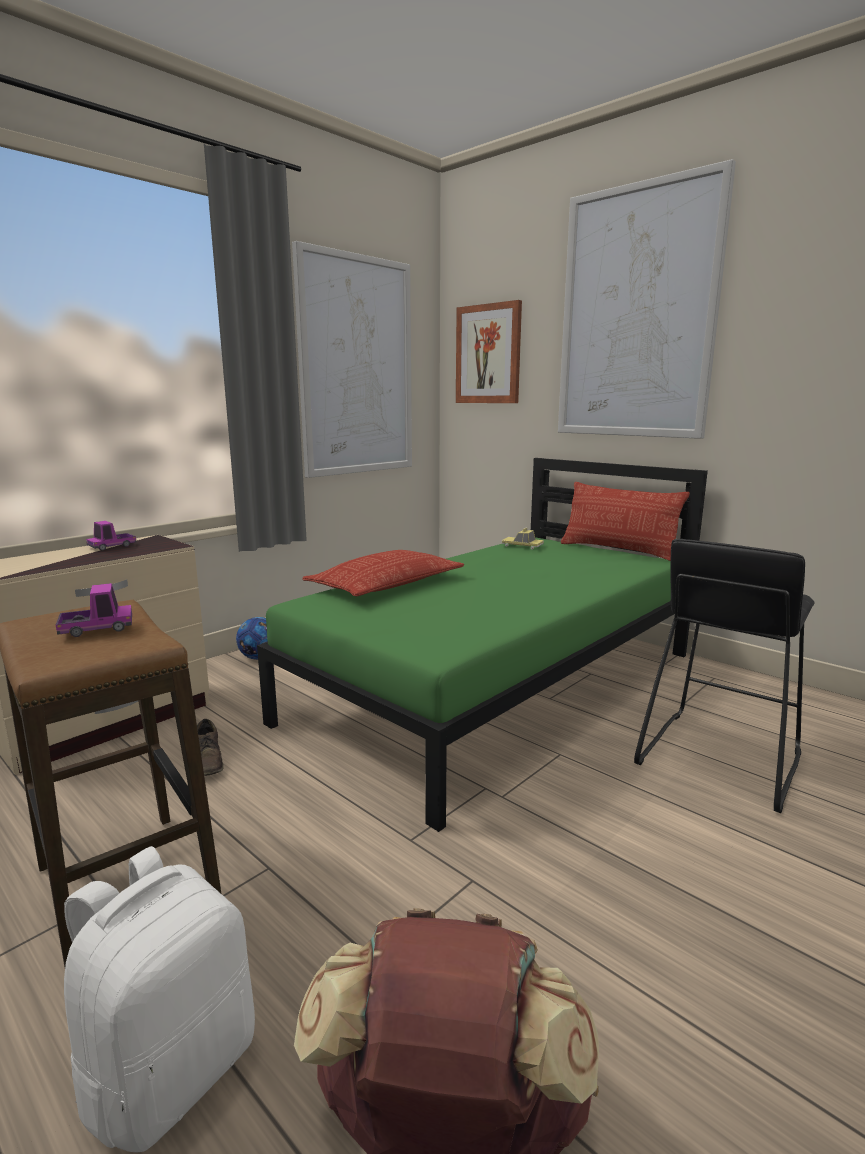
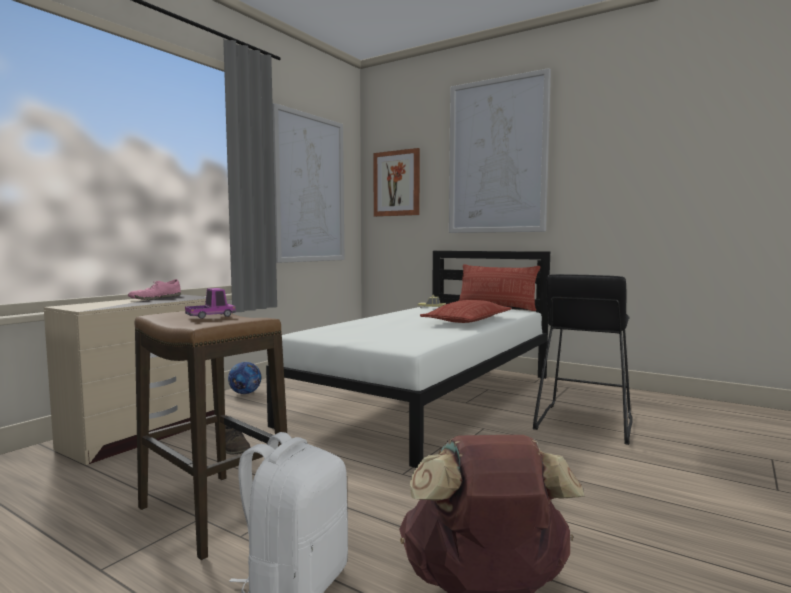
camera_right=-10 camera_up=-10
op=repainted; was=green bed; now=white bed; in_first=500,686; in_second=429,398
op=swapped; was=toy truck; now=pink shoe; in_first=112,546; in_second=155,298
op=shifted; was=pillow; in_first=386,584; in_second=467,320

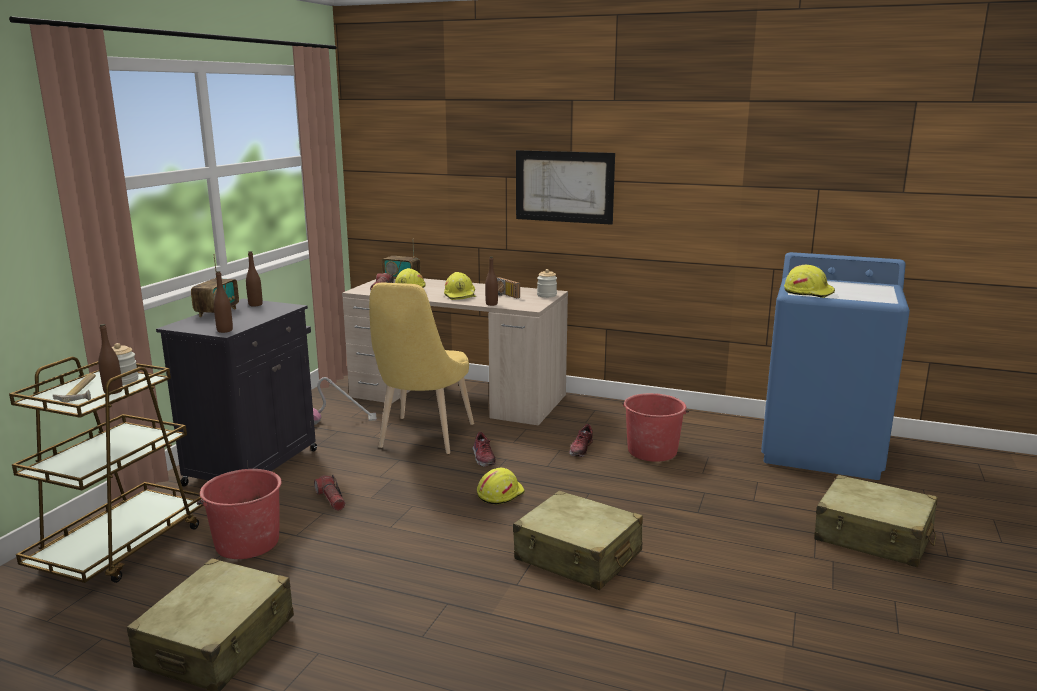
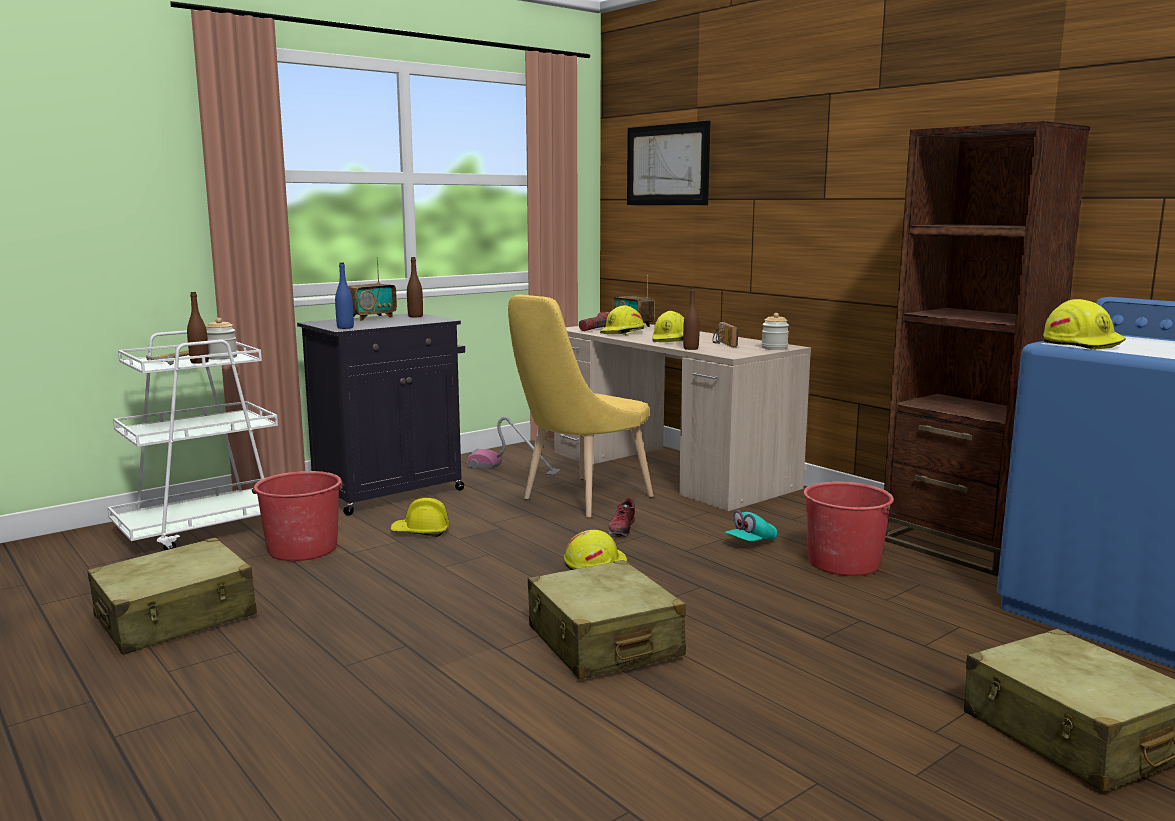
camera_right=30 camera_up=-5
op=shifted; was=picture; in_first=564,186; in_second=667,165
op=repainted; was=brown bottle; now=blue bottle; in_first=225,330; in_second=345,328
op=repainted; was=brown cart; now=white cart; in_first=121,547; in_second=207,529
op=swapped; was=shoe; now=turquoise cap; in_first=580,449; in_second=750,542
op=swapped; was=flashlight; now=yellow hard hat; in_first=331,499; in_second=420,532
op=new; now=brown bookcase; in_second=958,547

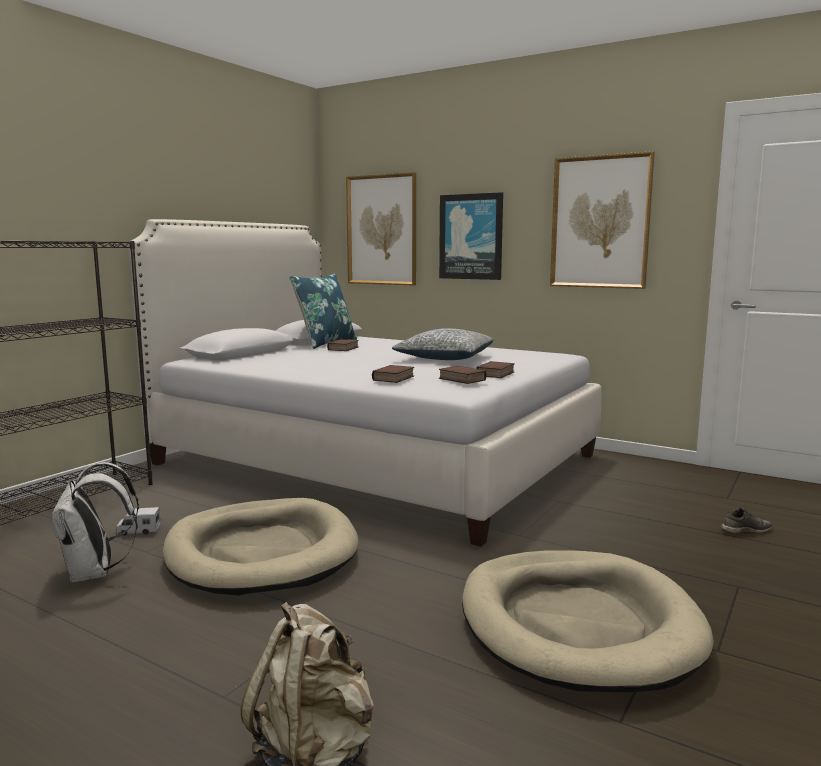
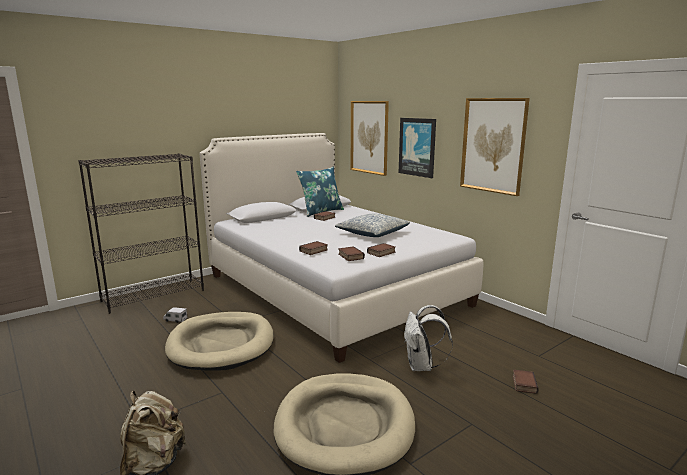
camera_right=20 camera_up=5
op=shifted; was=white backpack; in_first=95,573; in_second=422,366
op=swapped; was=grey shoe; now=book; in_first=745,530; in_second=523,384

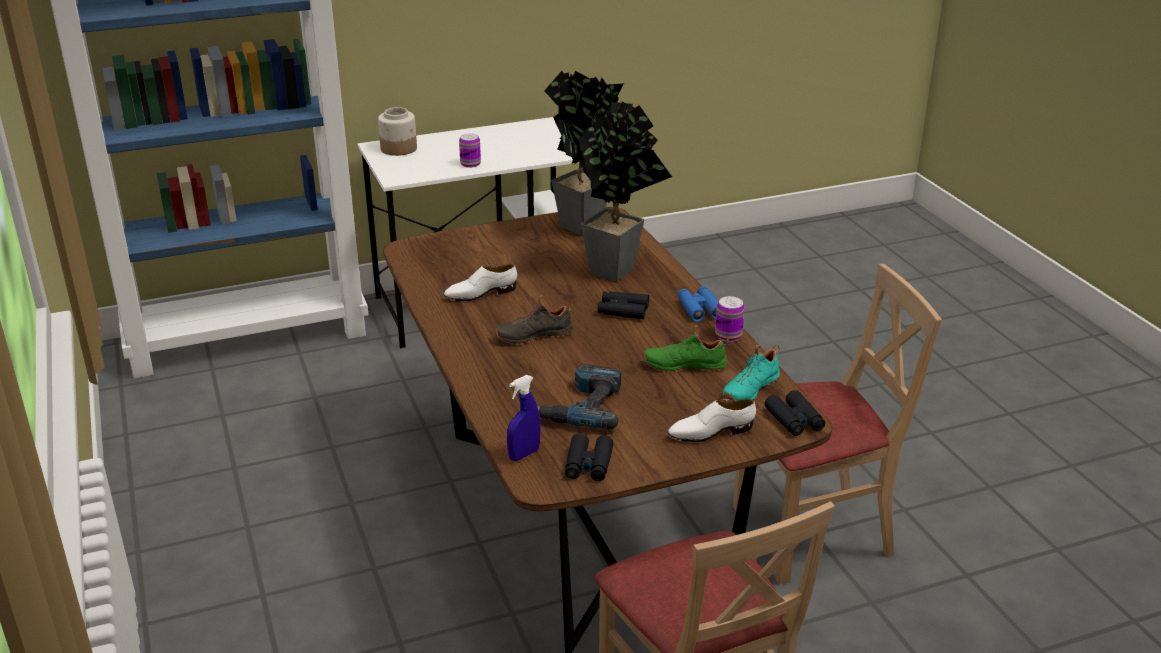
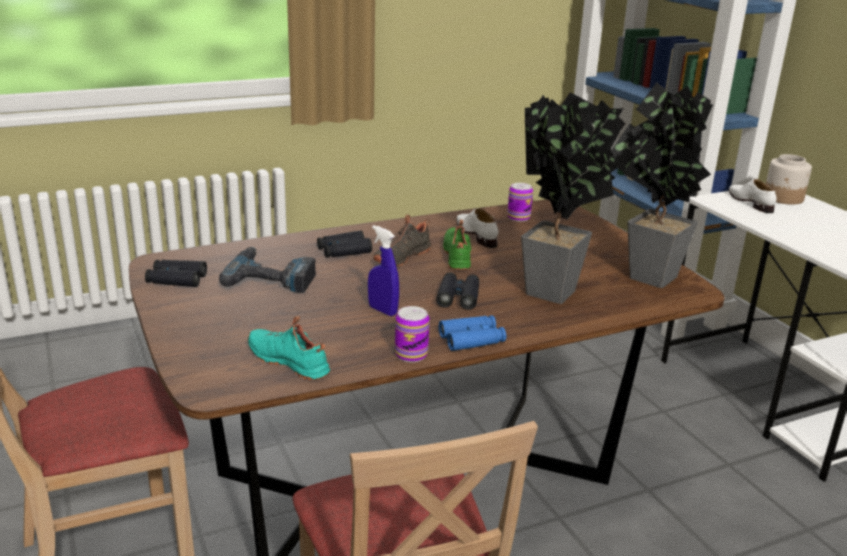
camera_right=85 camera_up=-5
op=shifted; was=can; in_first=470,164; in_second=518,217
op=rotated; was=black shoe; in_first=533,335; in_second=401,257; clockwise=-120
op=shifted; was=green shoe; in_first=684,364; in_second=458,256
op=shifted; was=blue spray bottle; in_first=524,454; in_second=382,310
op=shifted; was=black binoculars; in_first=794,420; in_second=344,251
op=shifted; was=white shoe; in_first=710,432; in_second=750,203

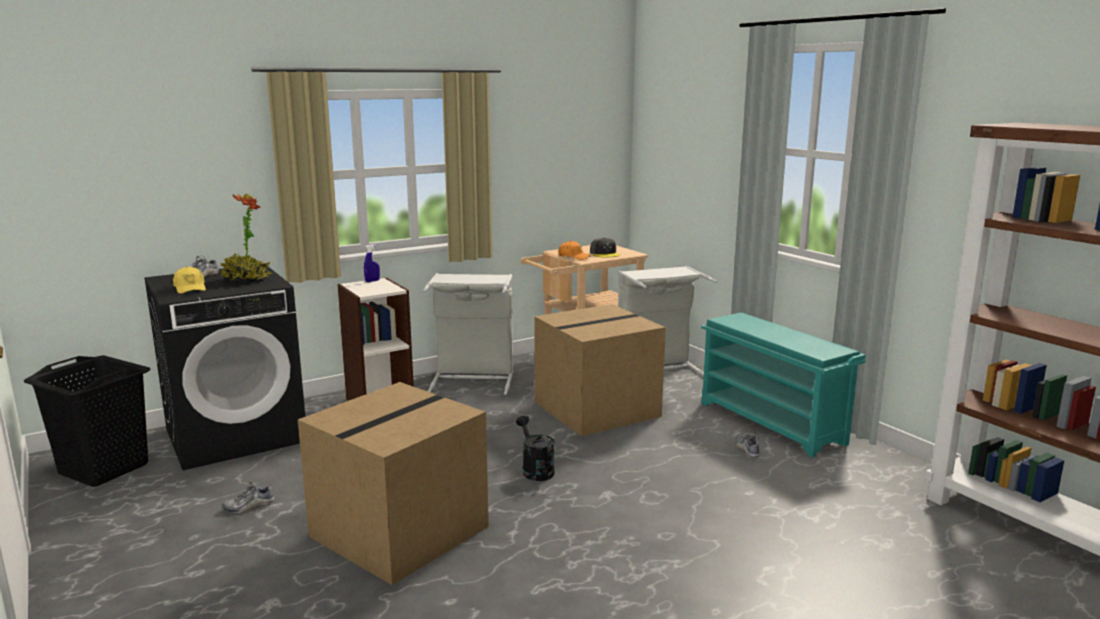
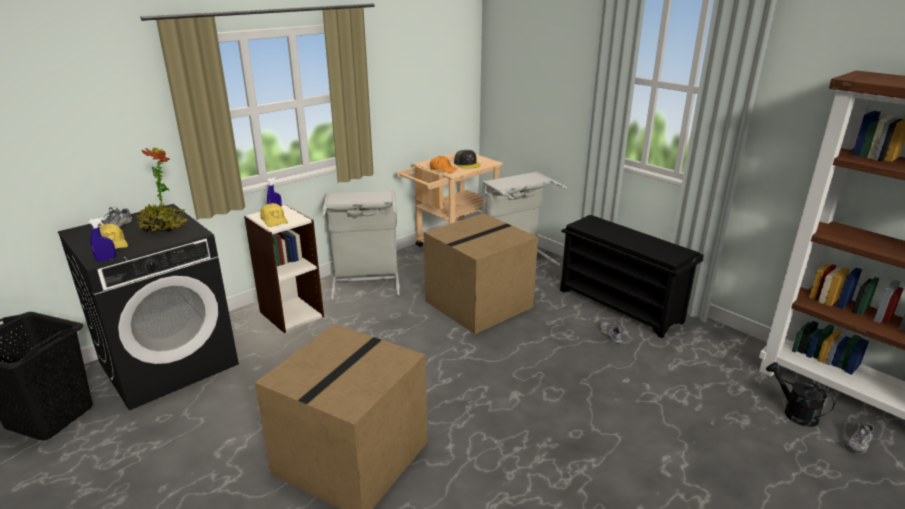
camera_right=-10 camera_up=10
op=repainted; was=turquoise shoe rack; now=black shoe rack; in_first=772,423; in_second=621,306
op=shifted; was=black watering can; in_first=535,469; in_second=794,412
op=shifted; was=shoe; in_first=249,506; in_second=858,443
op=new; now=yellow cap; in_second=274,220
op=new; now=blue spray bottle; in_second=106,260

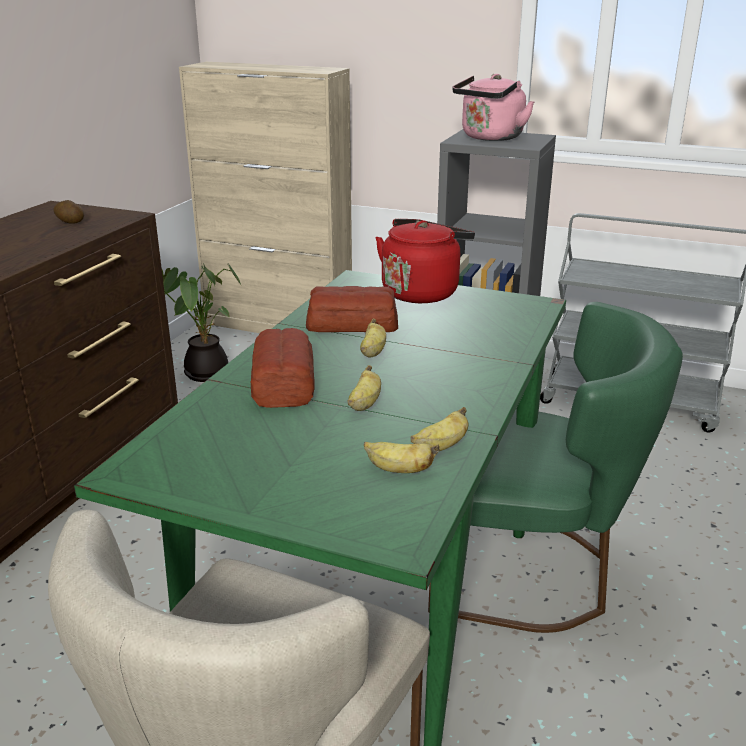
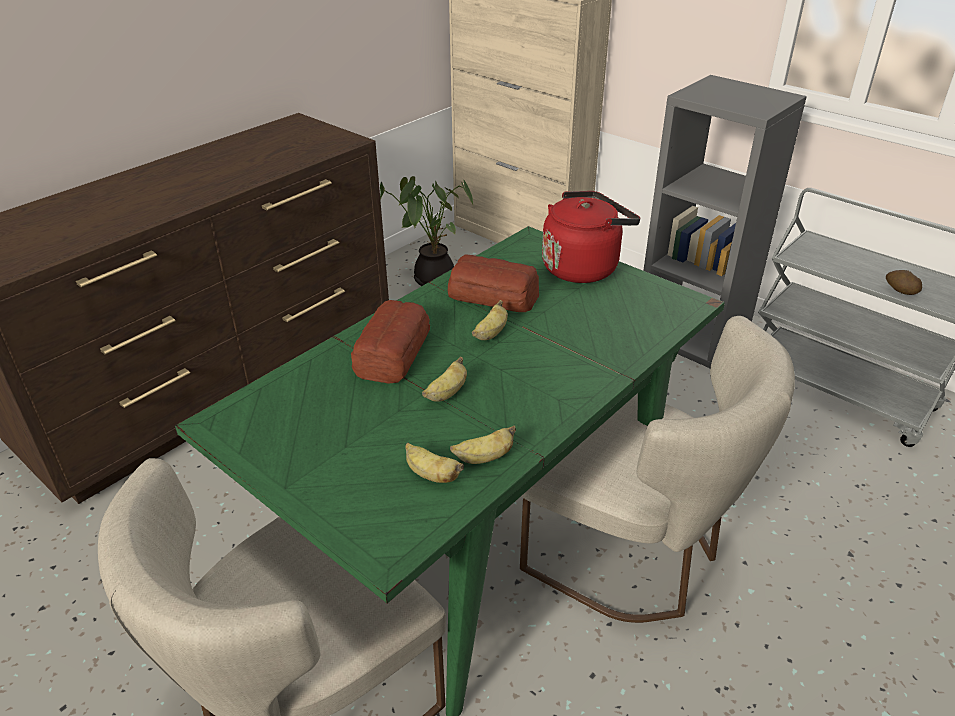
camera_right=20 camera_up=10
op=gone; was=pink kettle; in_first=490,138
op=shifted; was=potato; in_first=70,222; in_second=900,291
op=repainted; was=green chair; now=beige chair; in_first=531,572; in_second=634,556

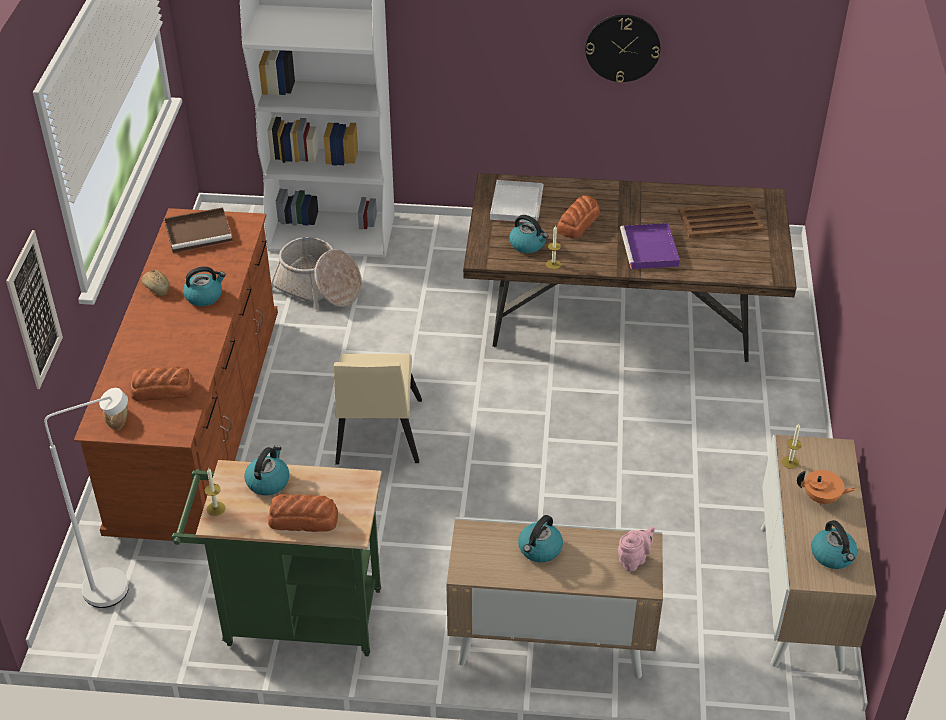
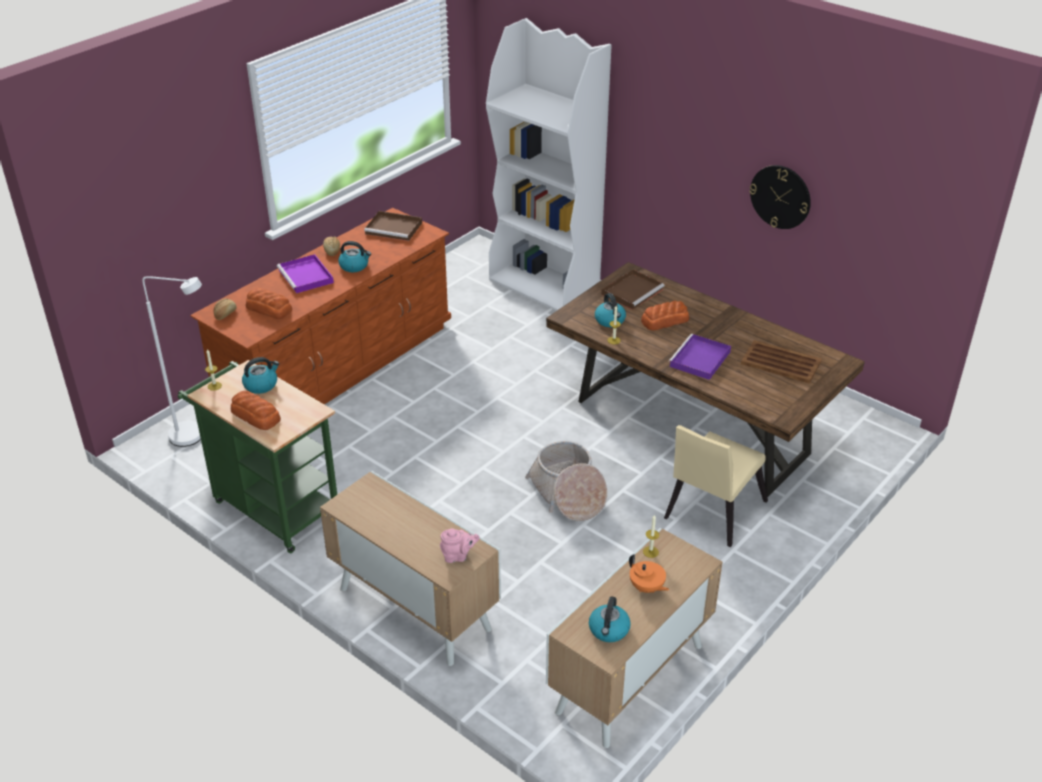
camera_right=35 camera_up=-5
op=repainted; was=white tray; now=brown tray; in_first=516,203; in_second=632,291
op=gone; was=picture; in_first=34,310
op=shifted; was=basket; in_first=318,288; in_second=568,494
op=shifted; was=beige chair; in_first=377,436; in_second=711,513
op=gone; was=kettle; in_first=539,549
op=new; now=purple tray; in_second=306,276

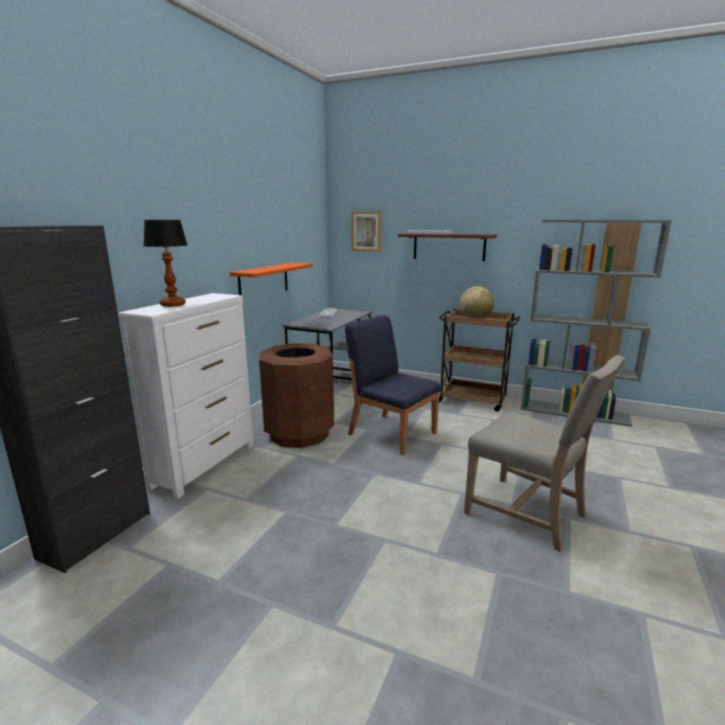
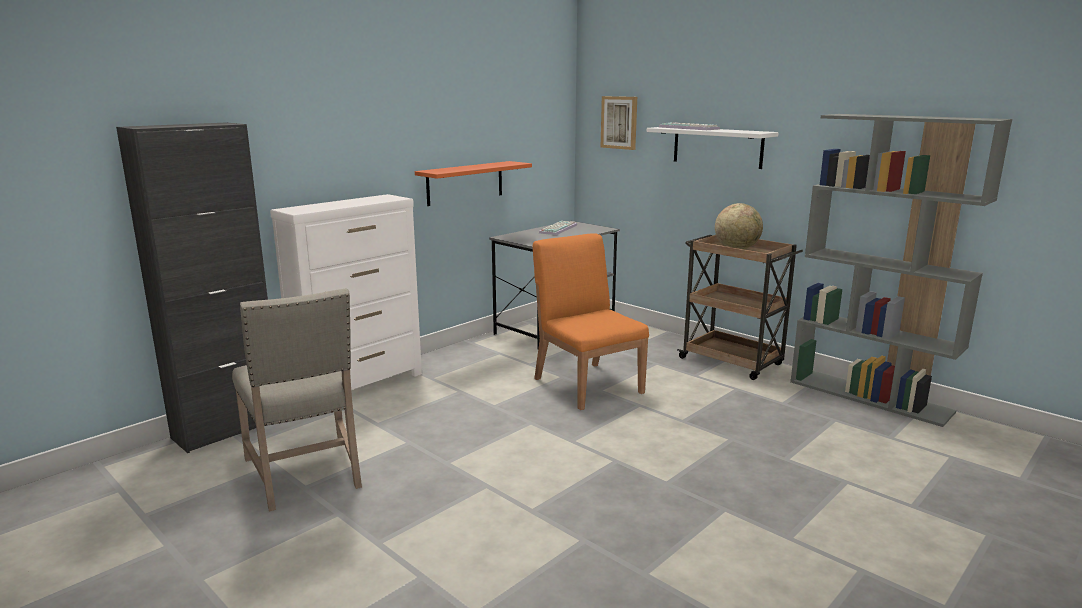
camera_right=20 camera_up=0
op=gone; was=table lamp; in_first=173,305
op=repainted; was=brown shelf; now=white shelf; in_first=449,246; in_second=717,147
op=repainted; was=blue chair; now=orange chair; in_first=391,433; in_second=588,385
op=gone; was=brown trash can; in_first=299,433
op=shifted; was=beige chair; in_first=529,514; in_second=306,473

